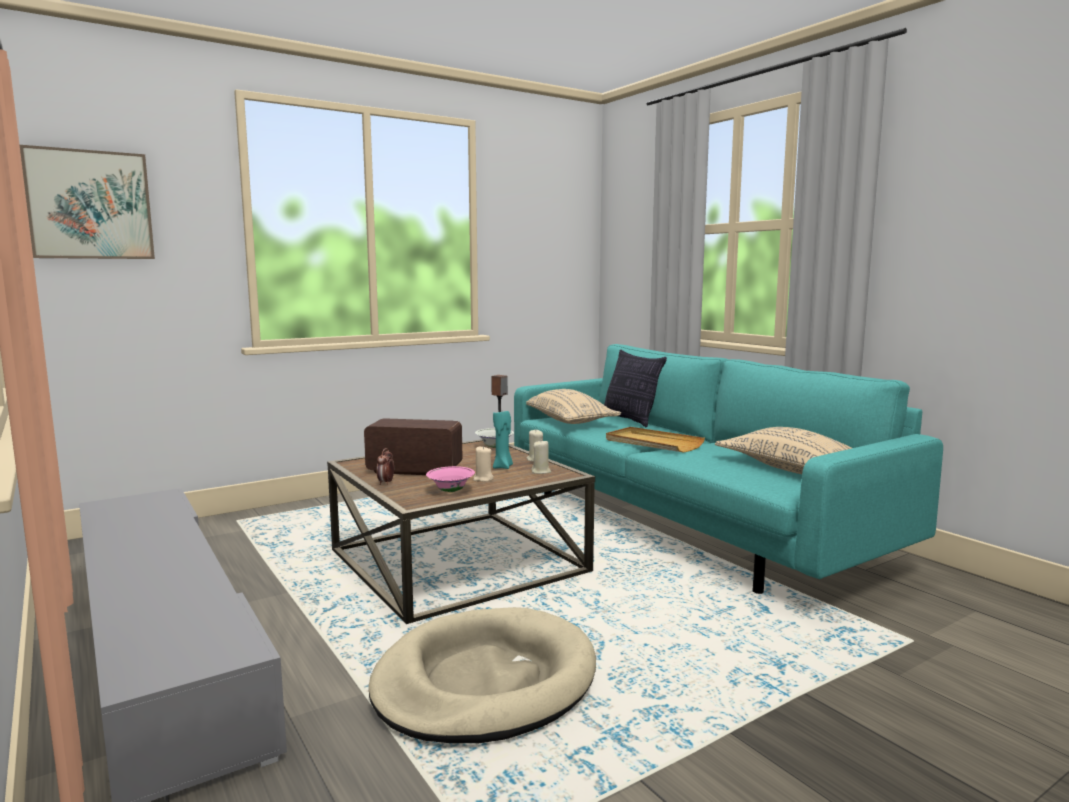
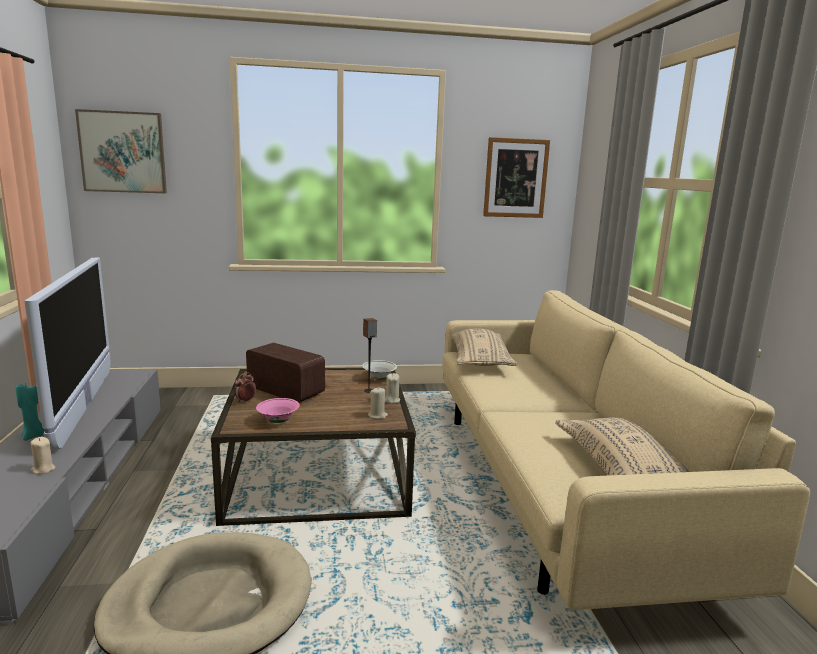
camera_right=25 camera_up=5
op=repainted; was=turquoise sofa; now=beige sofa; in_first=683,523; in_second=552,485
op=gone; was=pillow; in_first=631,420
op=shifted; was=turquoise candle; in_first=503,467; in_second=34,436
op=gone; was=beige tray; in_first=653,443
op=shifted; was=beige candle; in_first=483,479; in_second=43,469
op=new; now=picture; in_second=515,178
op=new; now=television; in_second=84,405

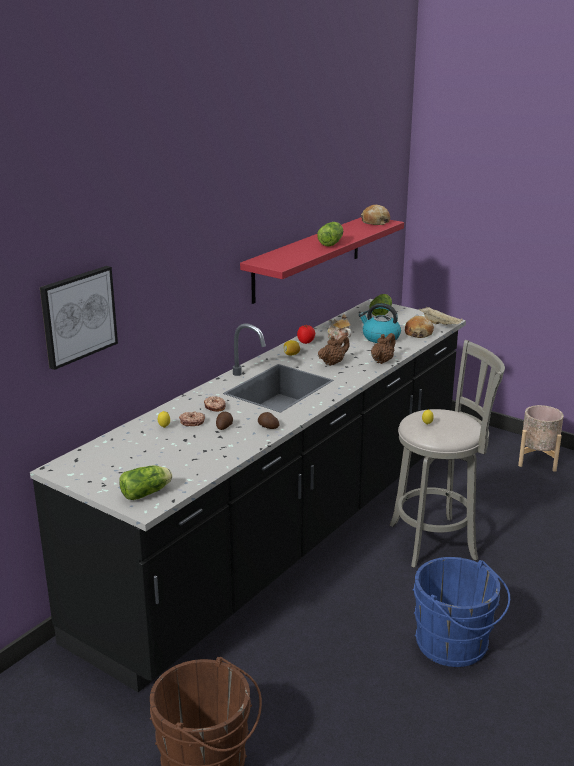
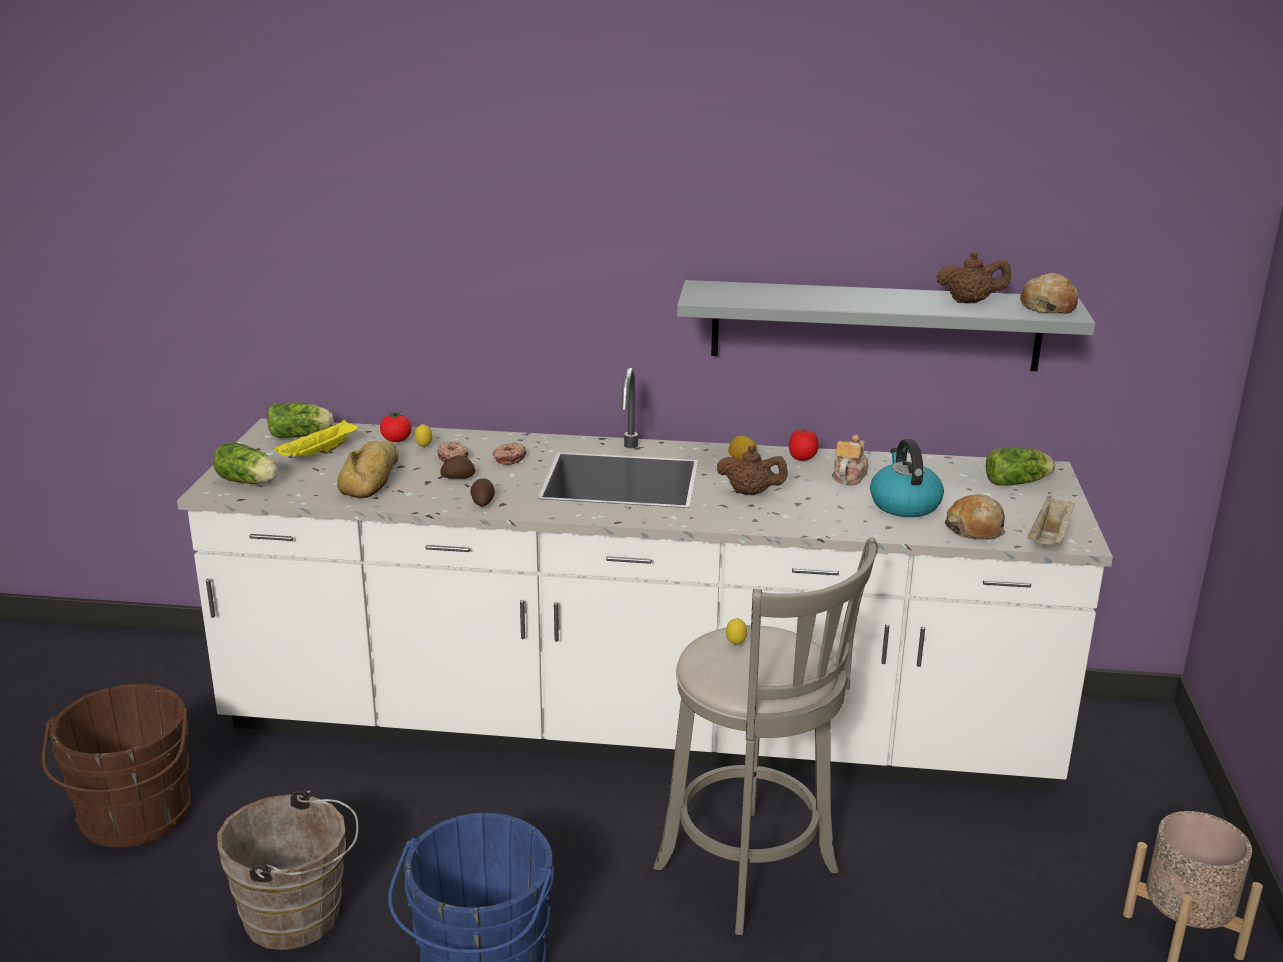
camera_right=60 camera_up=0
op=repainted; was=red shelf; now=grey shelf; in_first=308,258; in_second=875,325
op=shifted; was=lettuce; in_first=332,242; in_second=302,435
op=gone; was=picture; in_first=78,316
op=repainted; was=black counter; now=white counter; in_first=287,532; in_second=638,723
op=shifted; was=brown teapot; in_first=382,361; in_second=970,302
op=new; now=tomato; in_second=396,440
op=new; now=yellow tray; in_second=318,454
op=new; now=bread; in_second=373,477
op=new; now=brown bucket; in_second=300,917

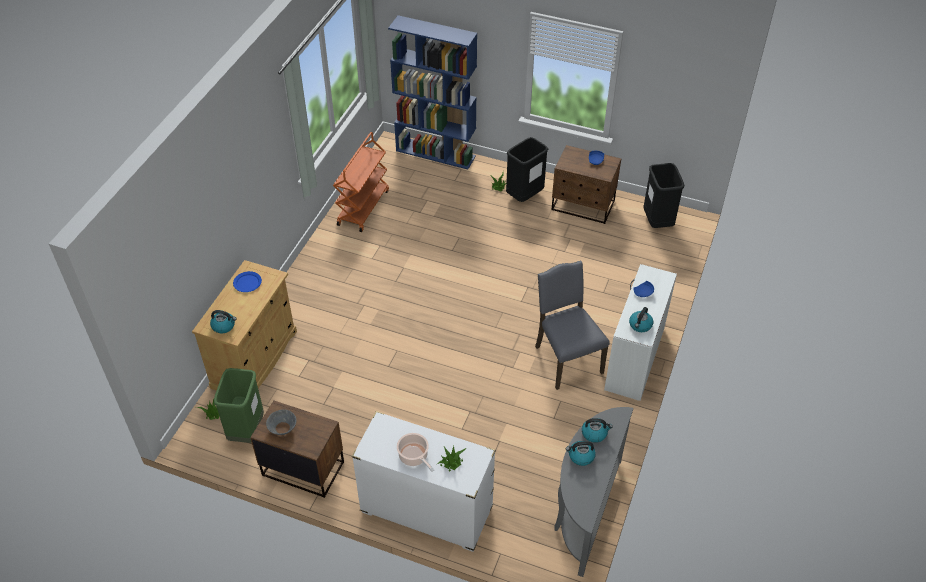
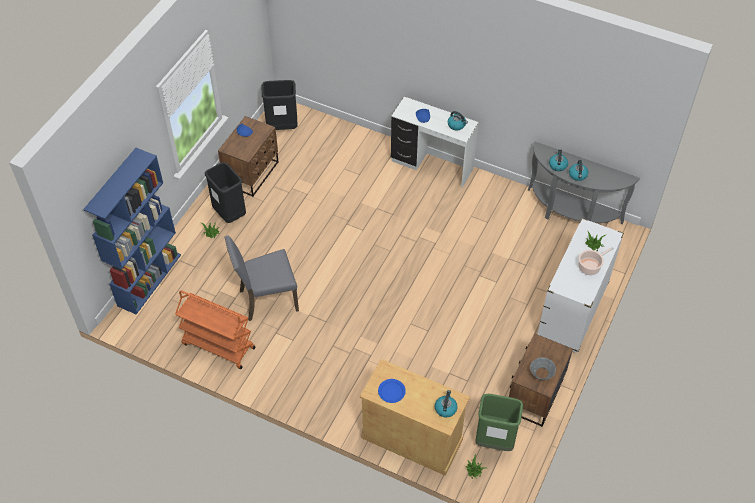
camera_right=-85 camera_up=5
op=shifted; was=grey chair; in_first=566,359; in_second=267,299

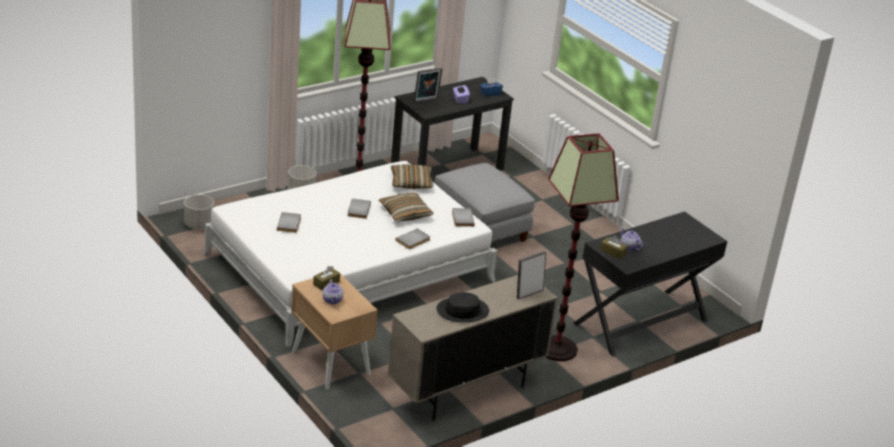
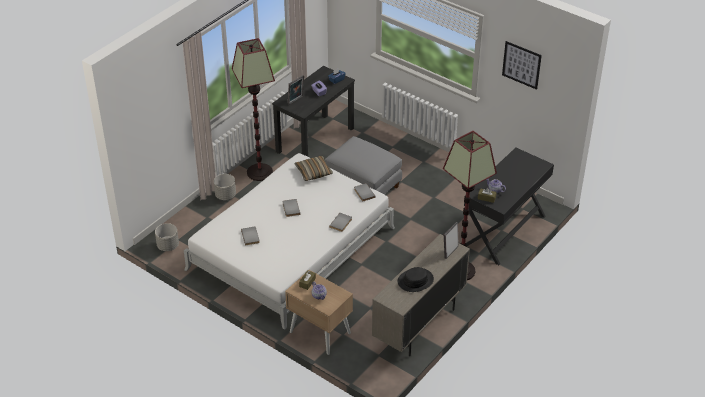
camera_right=-15 camera_up=10
op=gone; was=pillow; in_first=405,213
op=new; now=picture; in_second=521,65

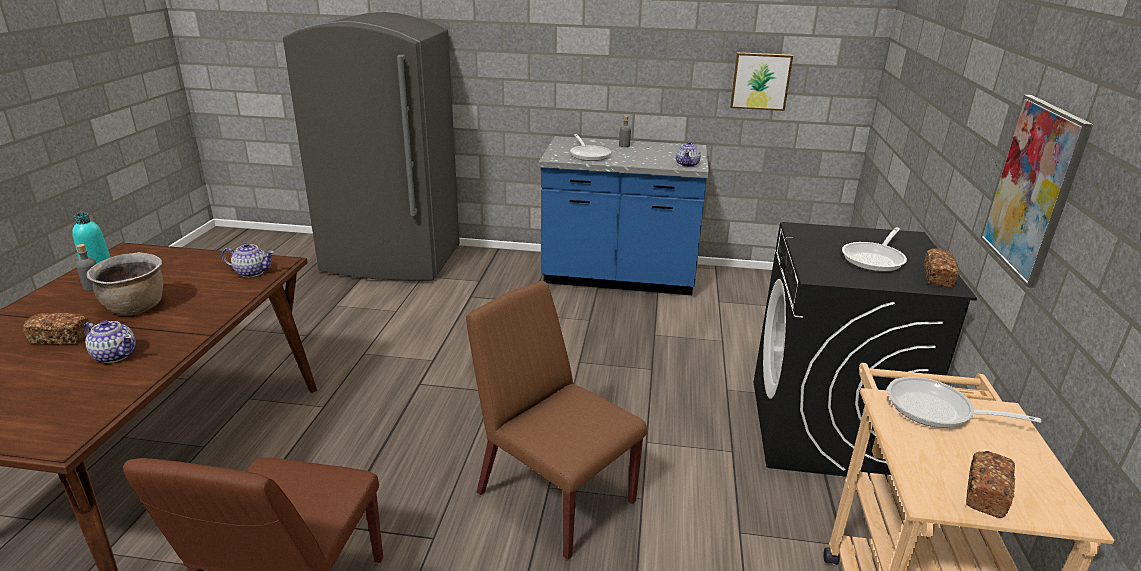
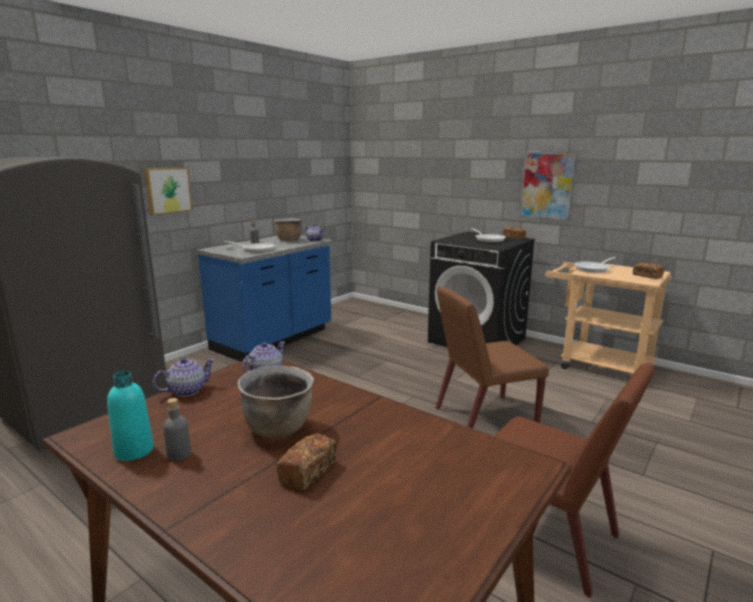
camera_right=-60 camera_up=-10
op=shifted; was=picture; in_first=760,81; in_second=168,190
op=shifted; was=teapot; in_first=115,355; in_second=186,391
op=new; now=brown cooking pot; in_second=288,240

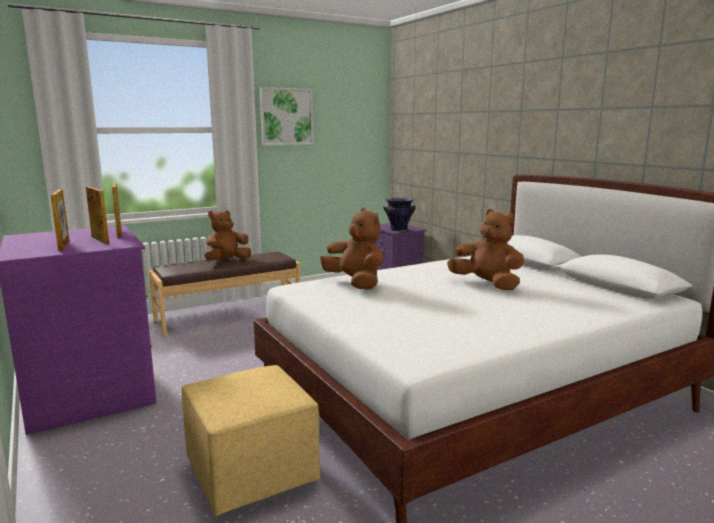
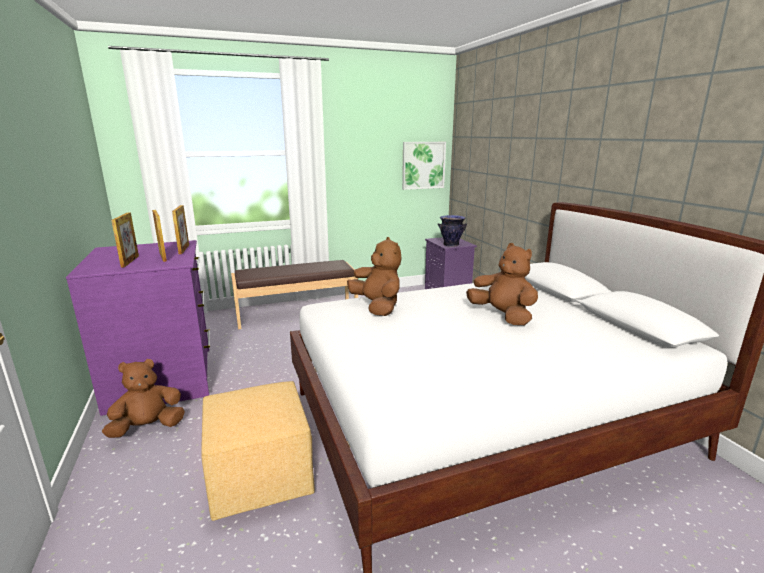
camera_right=10 camera_up=5
op=shifted; was=picture; in_first=286,116; in_second=423,165
op=shifted; was=brown plush toy; in_first=227,261; in_second=148,427

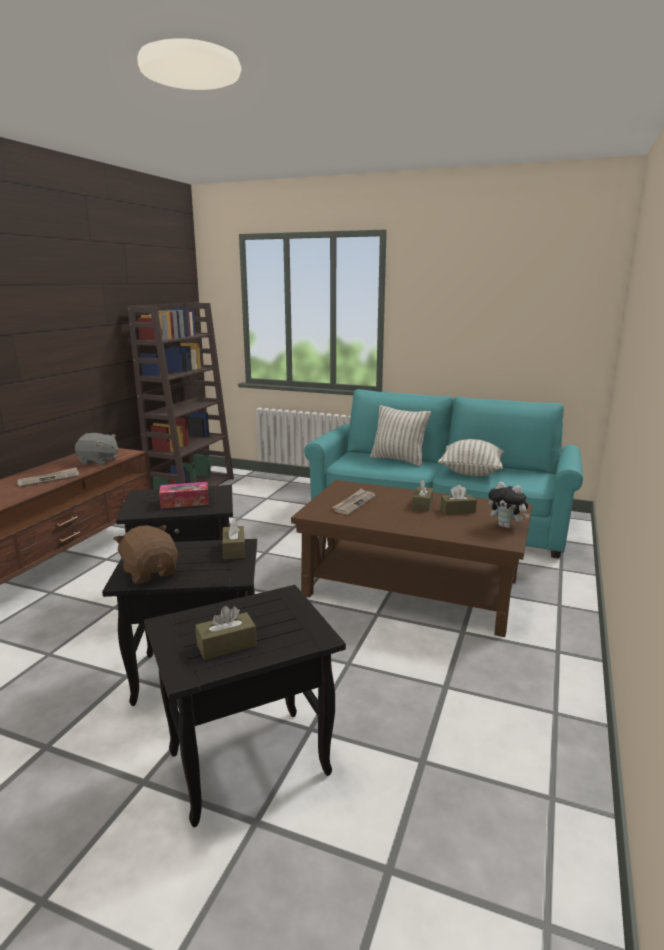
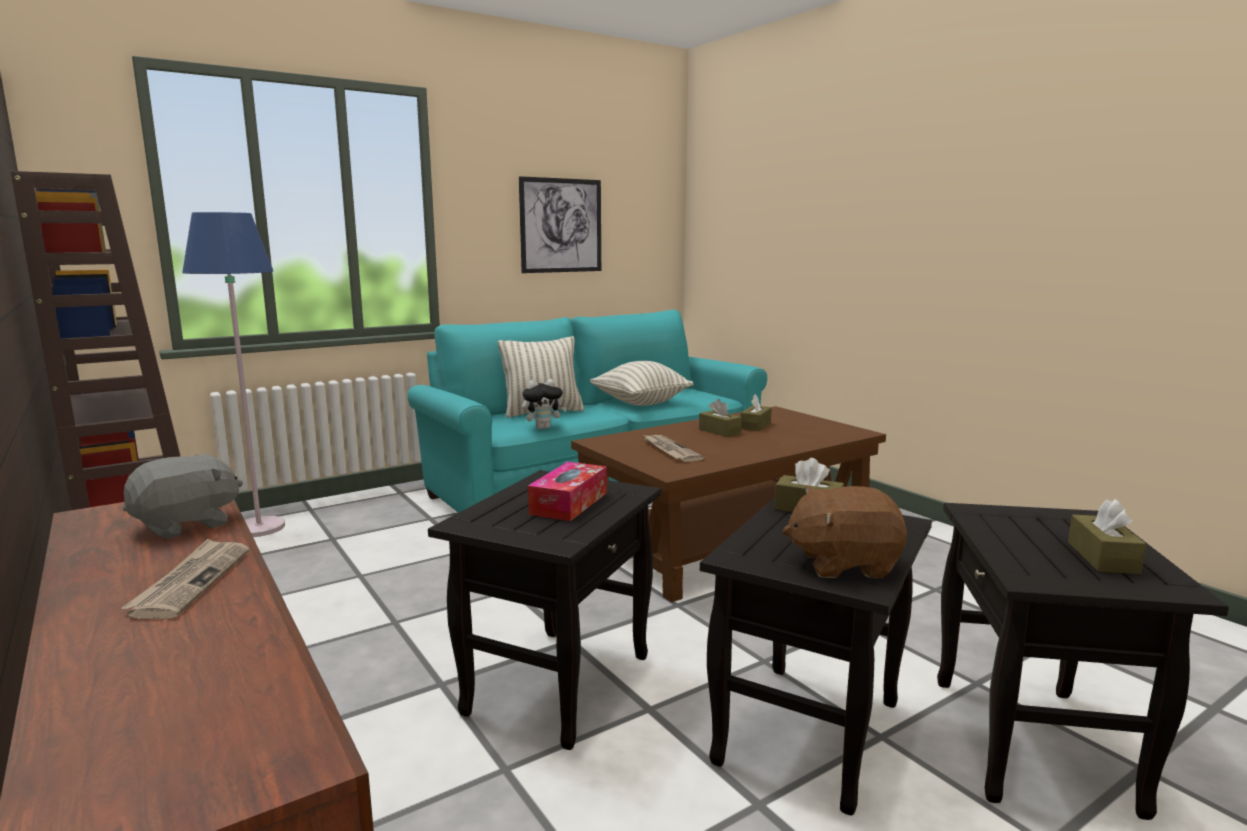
camera_right=-55 camera_up=-5
op=shifted; was=plush toy; in_first=506,526; in_second=543,428
op=new; now=picture; in_second=561,225
op=new; now=blue floor lamp; in_second=259,528

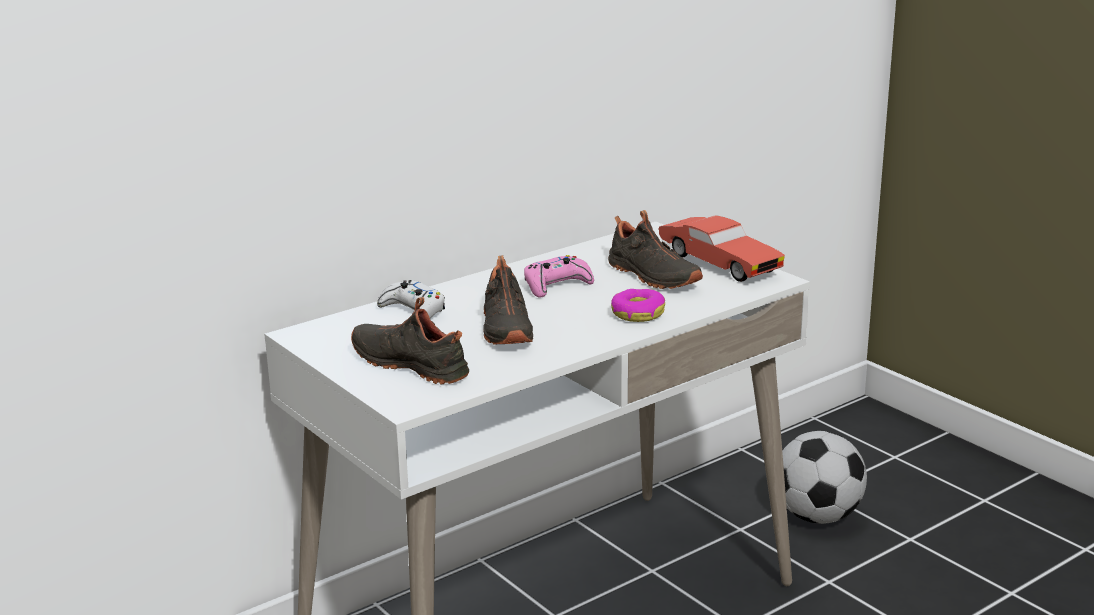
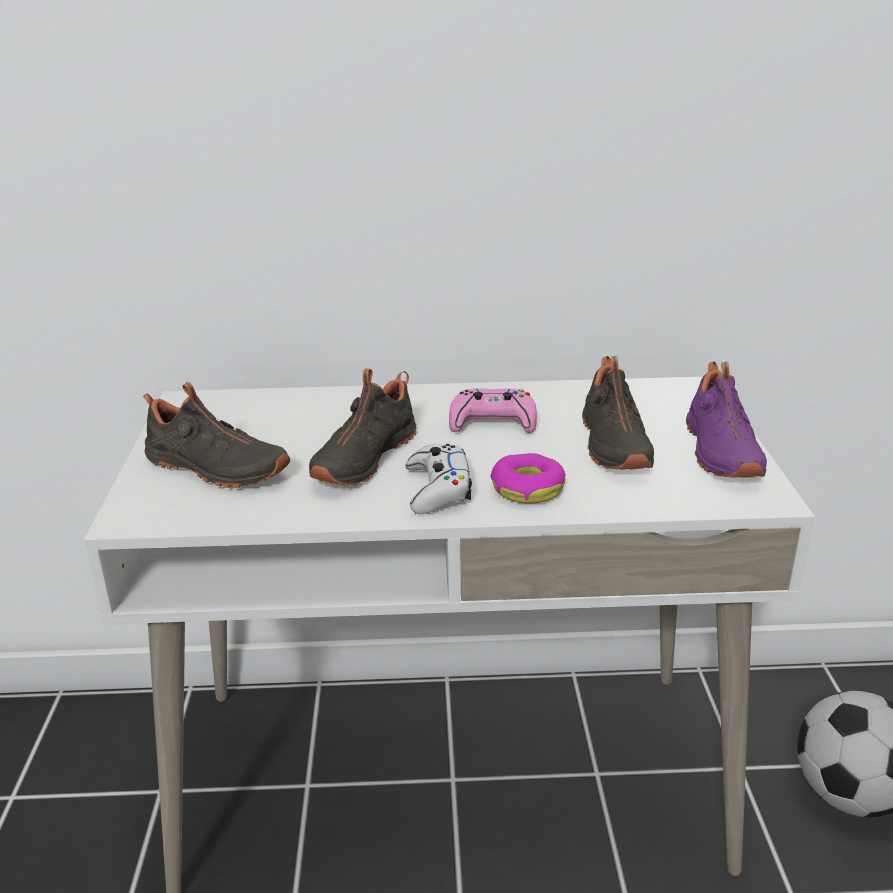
camera_right=35 camera_up=5
op=swapped; was=red toy car; now=purple shoe; in_first=718,263; in_second=718,452
op=shifted; was=white game controller; in_first=413,311; in_second=438,489
op=rotated; was=black shoe; in_first=412,364; in_second=214,470; clockwise=135

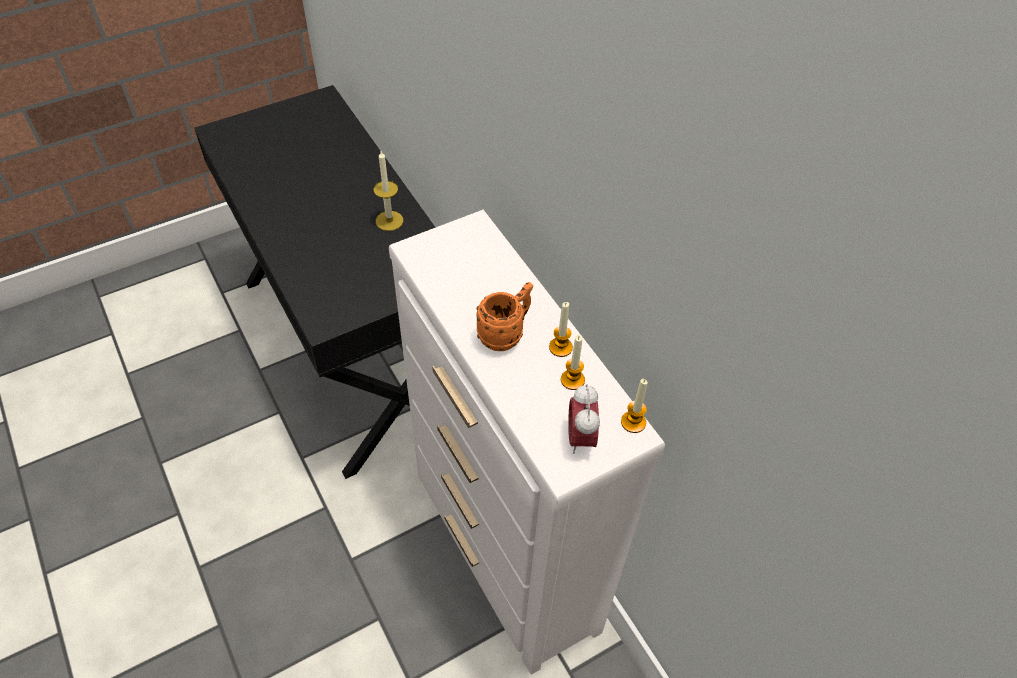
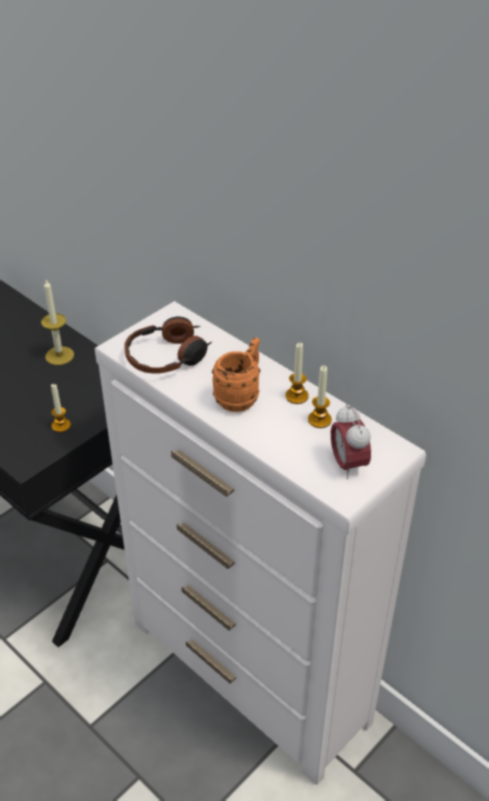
camera_right=-15 camera_up=-10
op=shifted; was=candle; in_first=633,422; in_second=61,425
op=new; now=headphones; in_second=168,356

